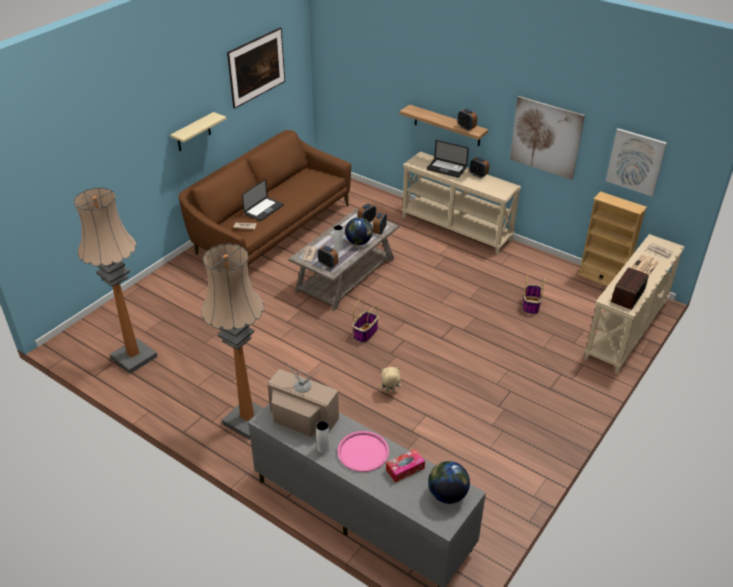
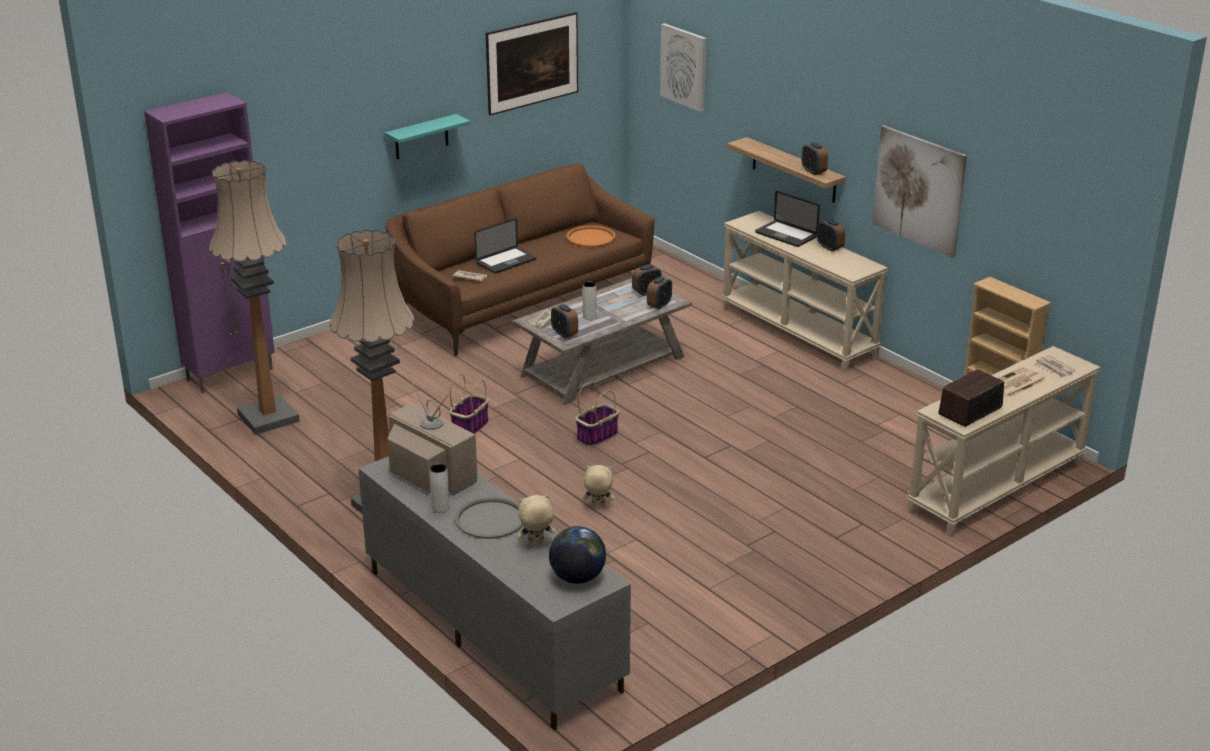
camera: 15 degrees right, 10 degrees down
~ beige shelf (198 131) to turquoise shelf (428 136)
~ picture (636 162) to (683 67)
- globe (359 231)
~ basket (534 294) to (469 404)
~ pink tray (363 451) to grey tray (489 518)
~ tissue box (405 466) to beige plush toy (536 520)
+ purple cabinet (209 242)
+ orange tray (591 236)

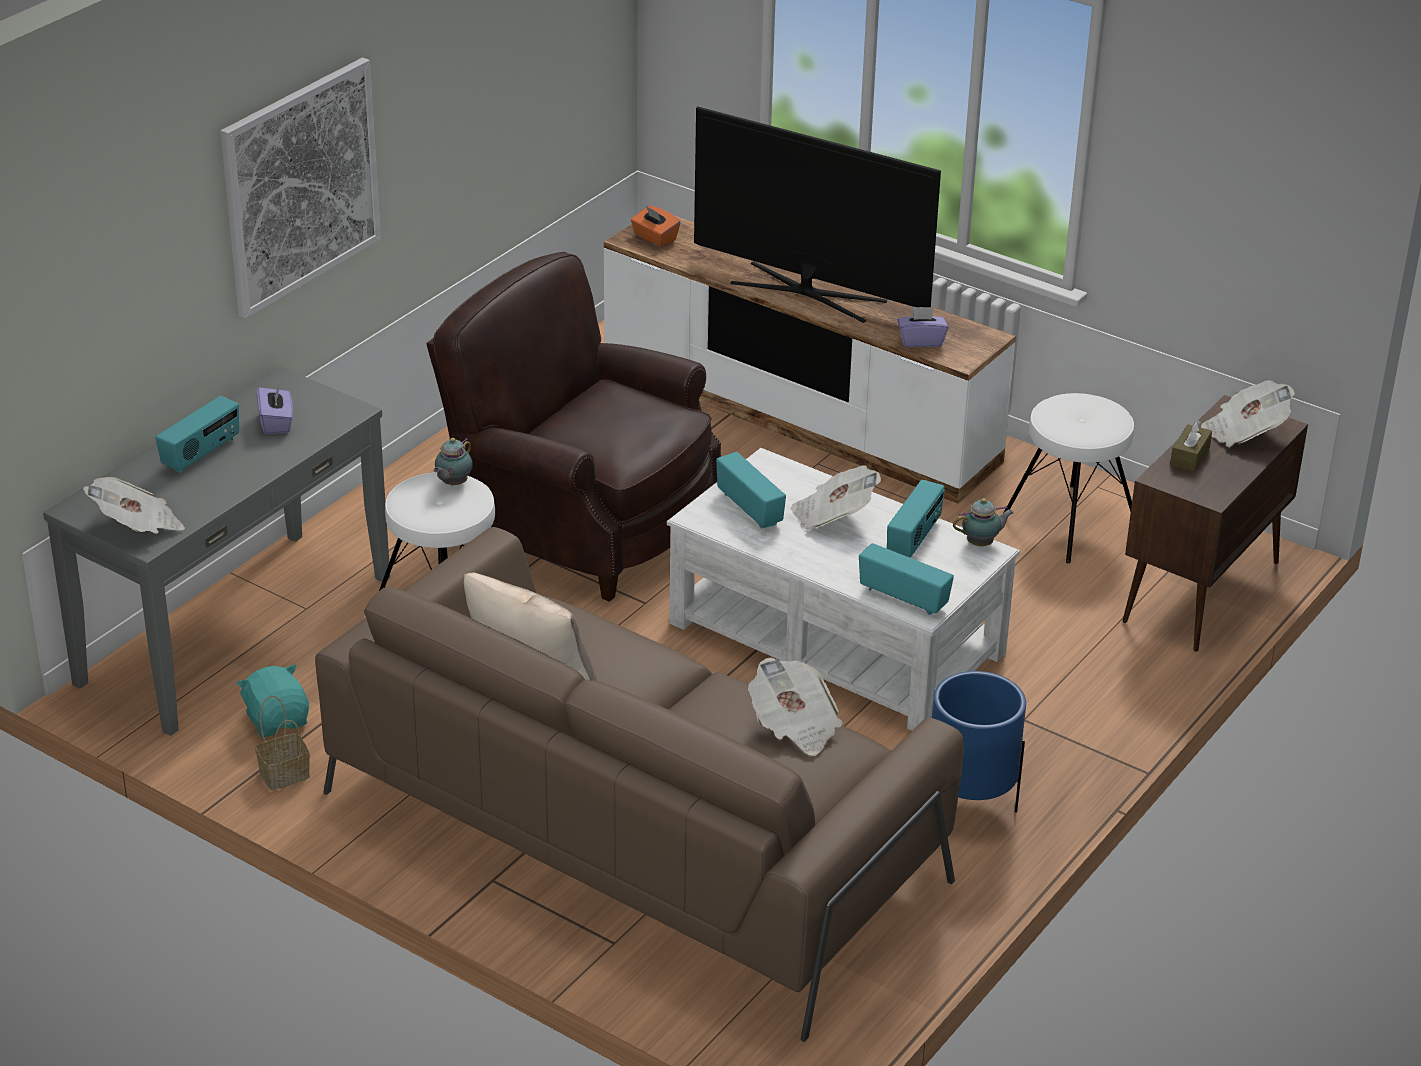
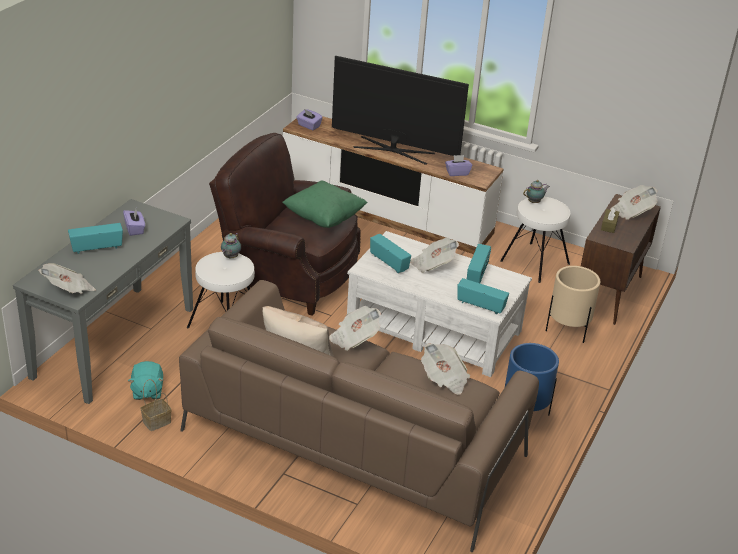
camera: 10 degrees left, 0 degrees up
- picture (300 187)
~ orange tissue box (655 226) to purple tissue box (309 119)
~ radio (197 435) = (95 238) 135 degrees counterclockwise
~ teapot (983 522) to (536 191)
~ turquoise plush toy (272 701) = (145 380) 150 degrees counterclockwise
+ green pillow (325 204)
+ beige planter (573 304)
+ newspaper (355 328)

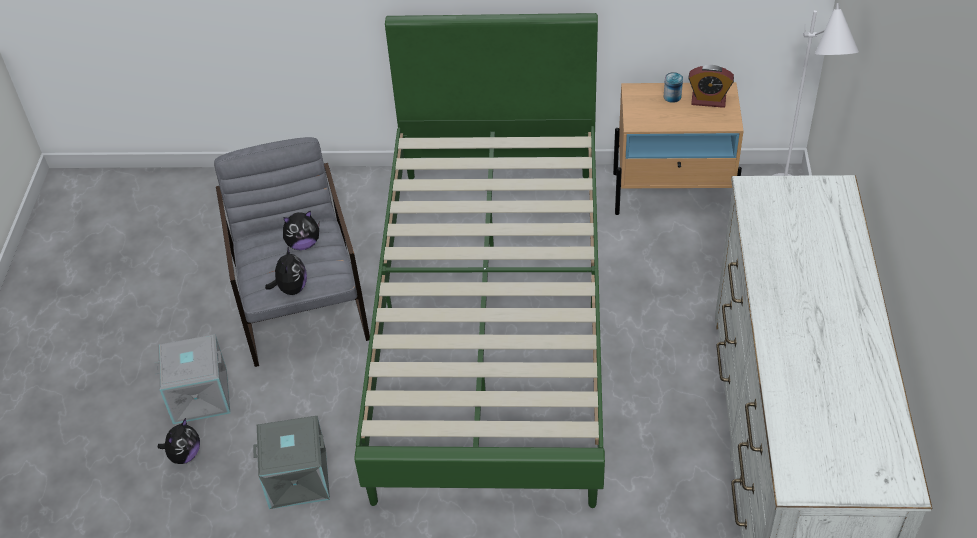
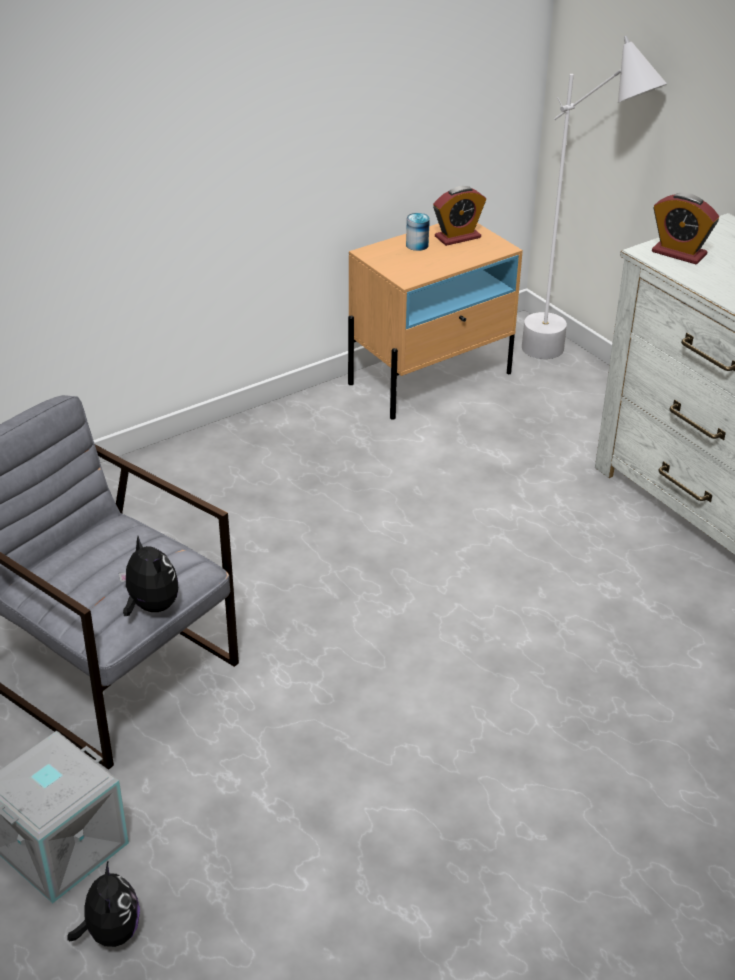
camera: 40 degrees left, 10 degrees down
- green bed (479 260)
- plush toy (301 230)
- grey storage box (291 462)
+ alarm clock (685 228)

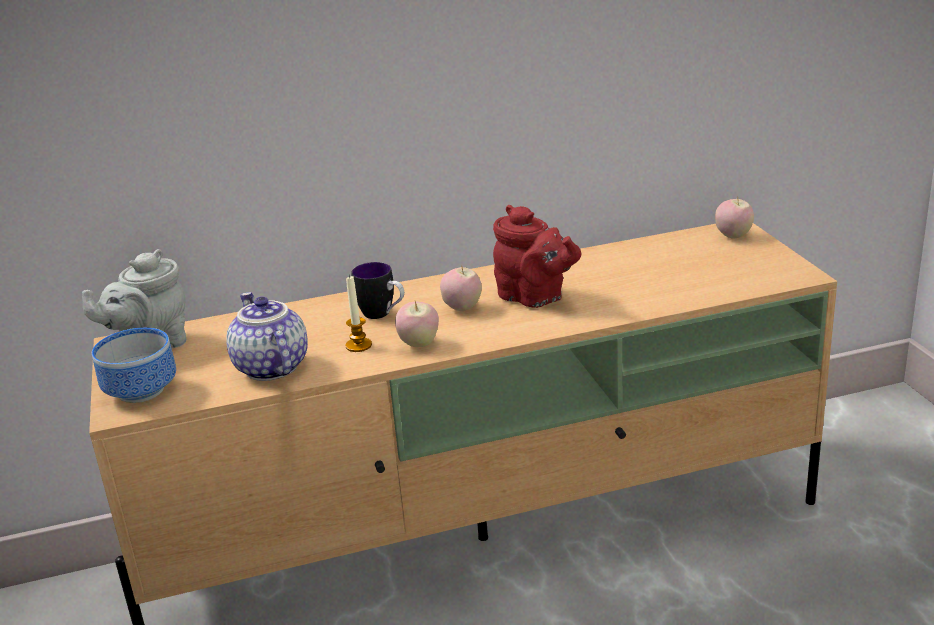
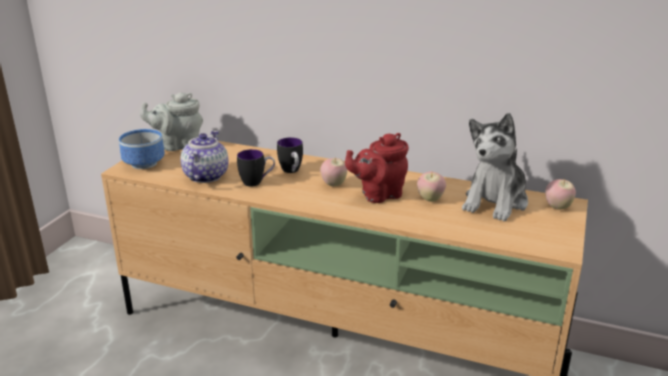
camera: 35 degrees right, 0 degrees up
~ red teapot (537 256) = (377 168) 75 degrees clockwise
~ candle (359 313) to mug (256 168)
~ apple (417 324) to (431 187)
+ plush toy (495 167)

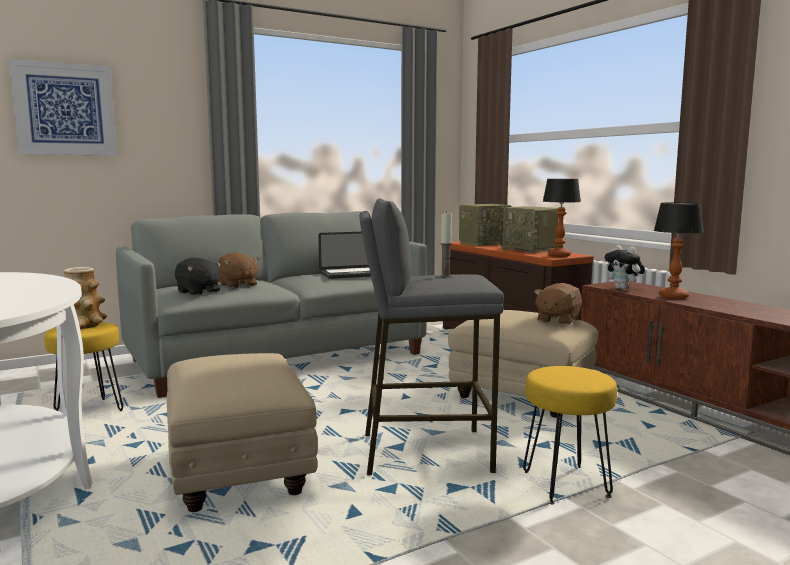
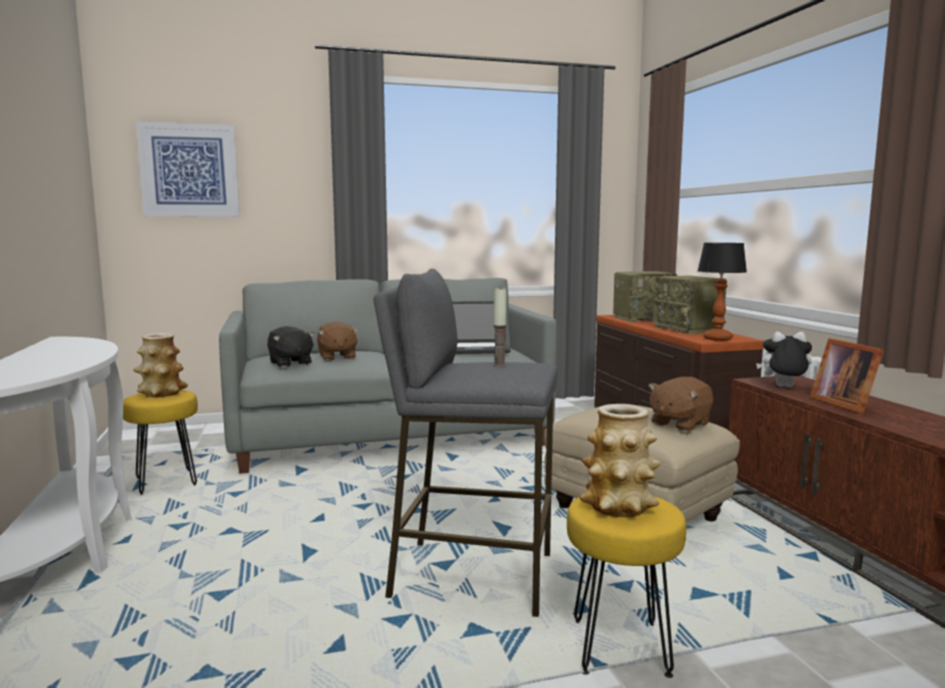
camera: 15 degrees right, 0 degrees up
~ table lamp (679 250) to picture frame (847 376)
~ plush toy (625 267) = (784 359) 120 degrees clockwise
- beige ottoman (242 432)
+ vase (620 460)

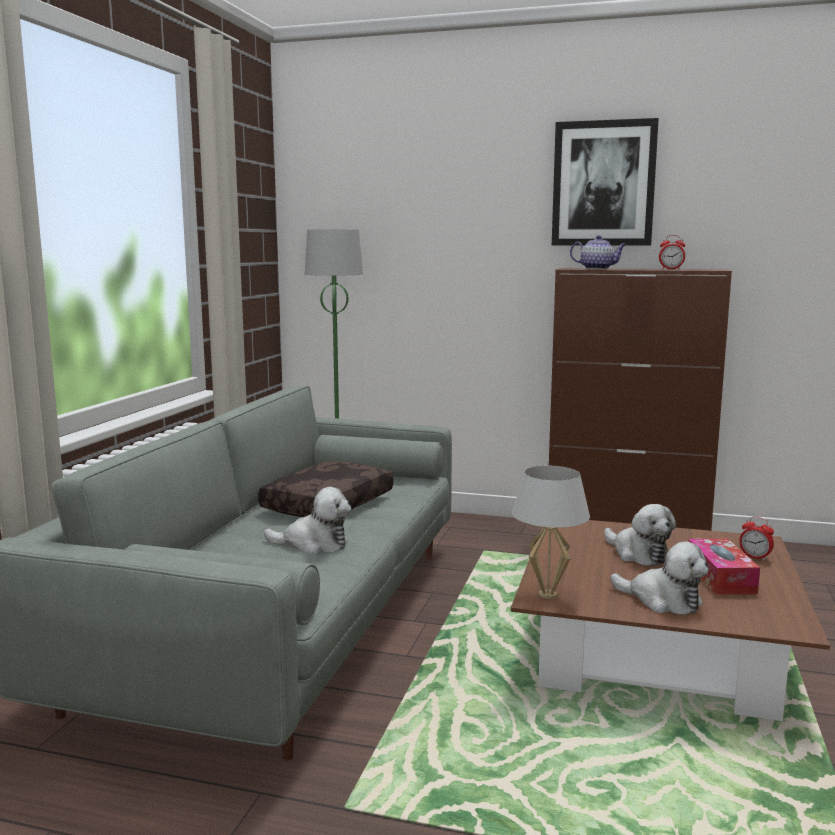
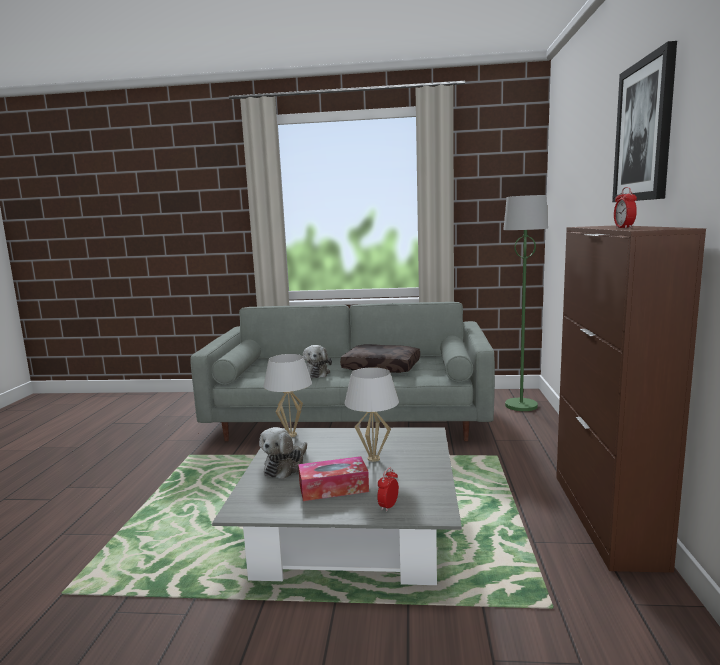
camera: 80 degrees right, 0 degrees up
- teapot (598 252)
~ plush toy (640 535) to white table lamp (371 414)
~ brown coffee table (670 620) to grey coffee table (337 506)

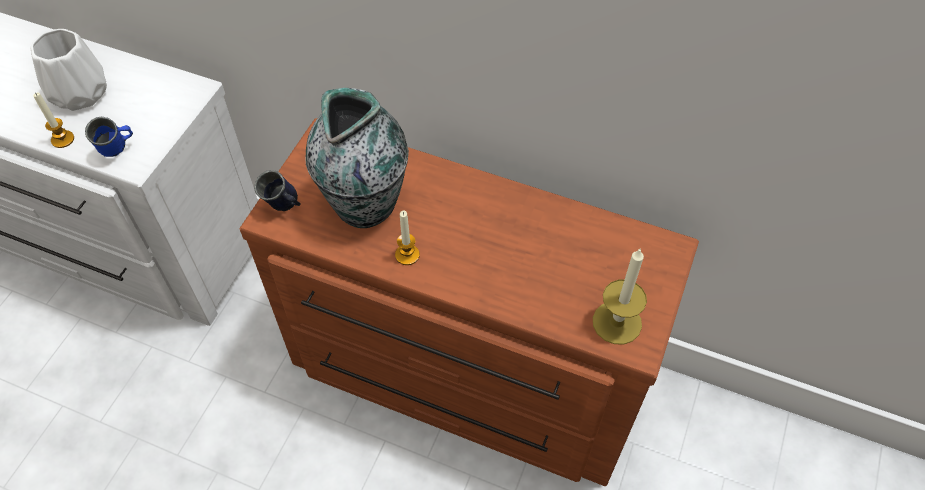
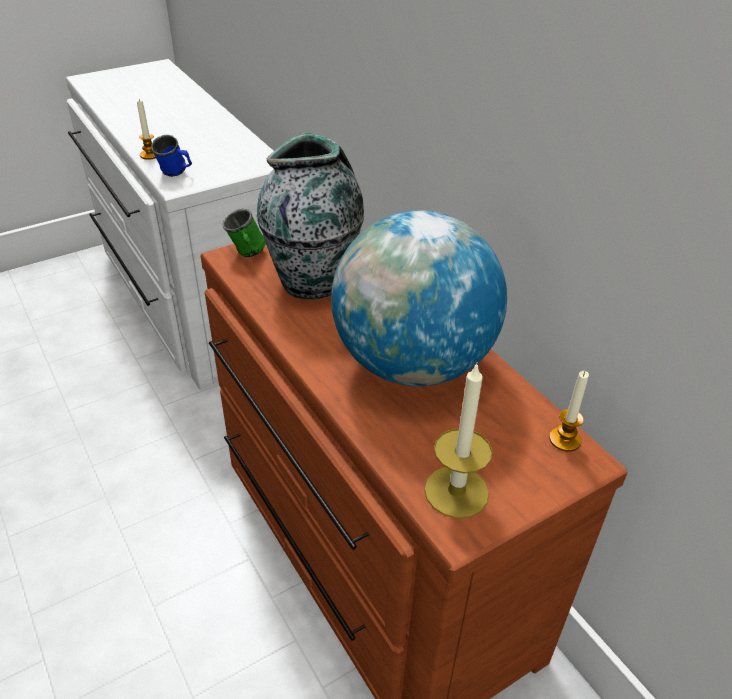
camera: 35 degrees right, 15 degrees down
- white vase (68 70)
~ blue mug (277 190) to green mug (244 233)
~ candle (407 237) to (569 411)
+ globe (419 298)

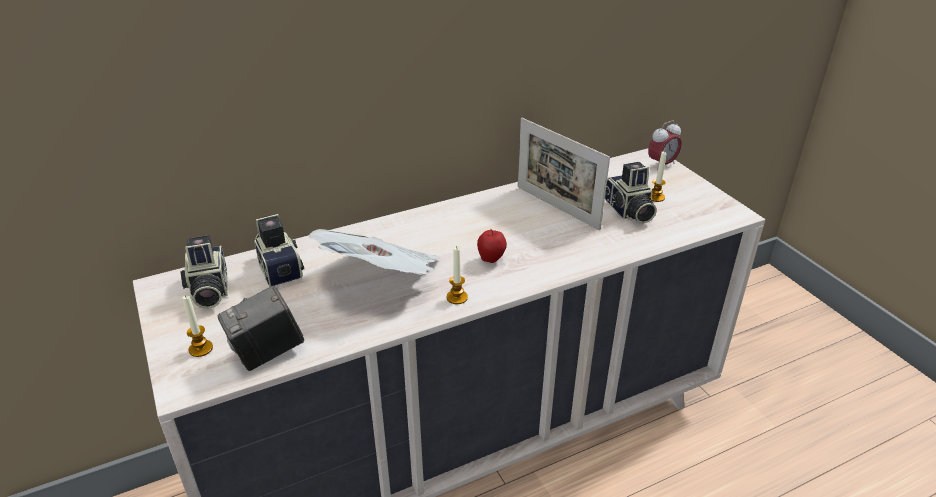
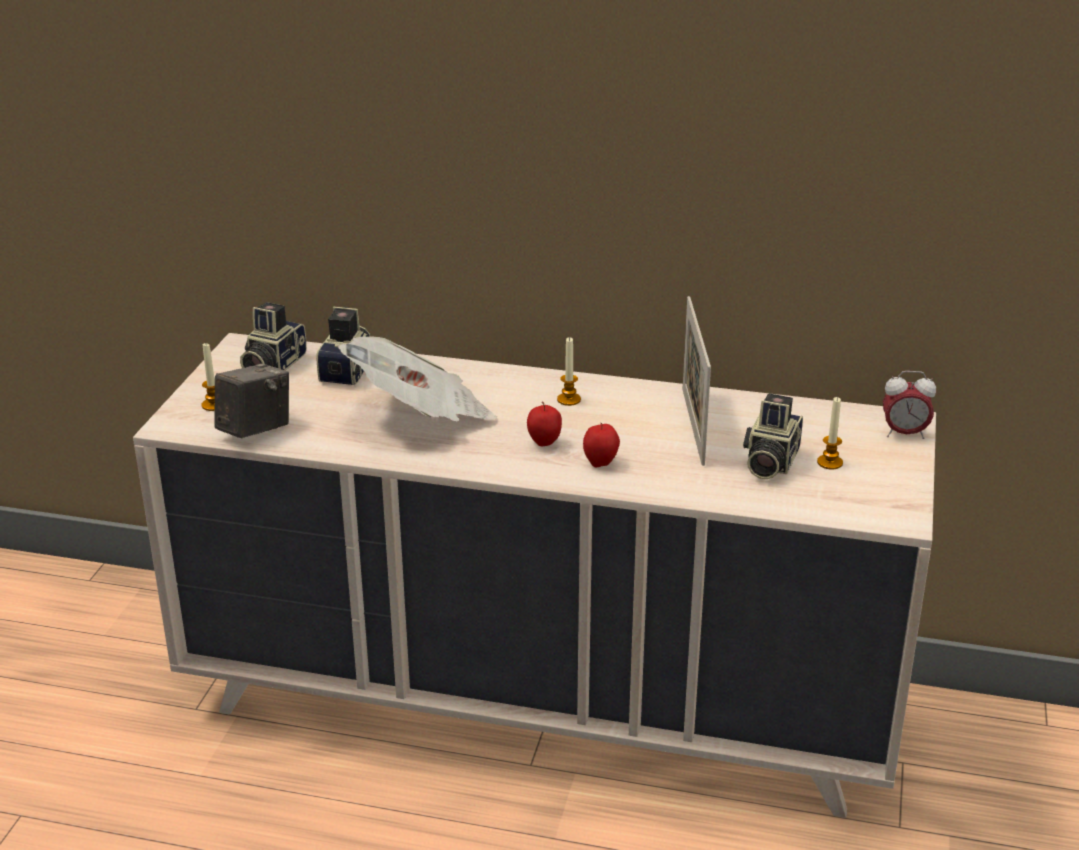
camera: 40 degrees right, 5 degrees down
~ candle (457 275) to (569 371)
~ photo camera (261 328) = (251 401) 120 degrees clockwise
+ apple (601 445)

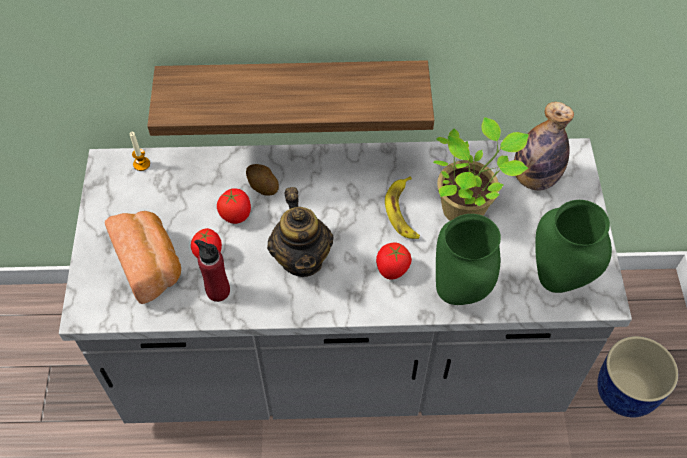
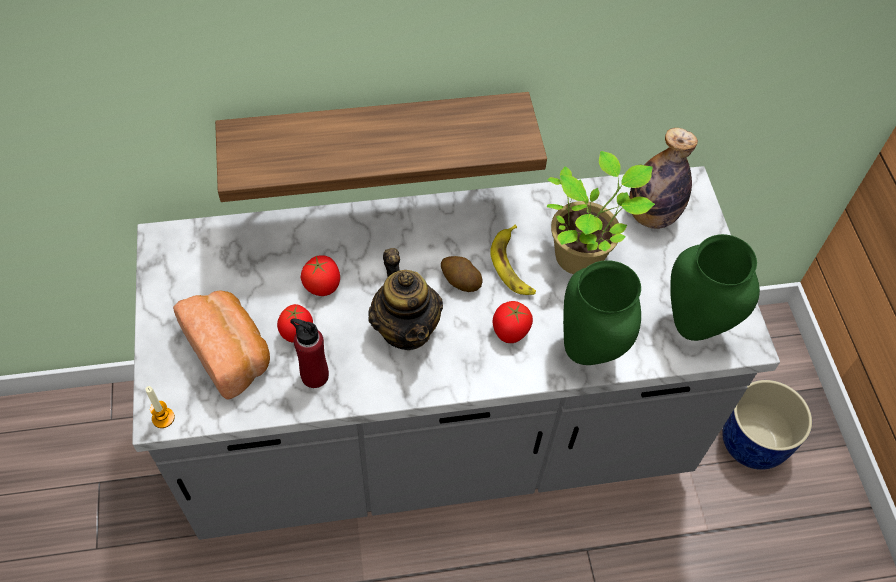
camera: 10 degrees left, 0 degrees up
~ candle (140 151) to (160 407)
~ potato (262 180) to (462 274)

